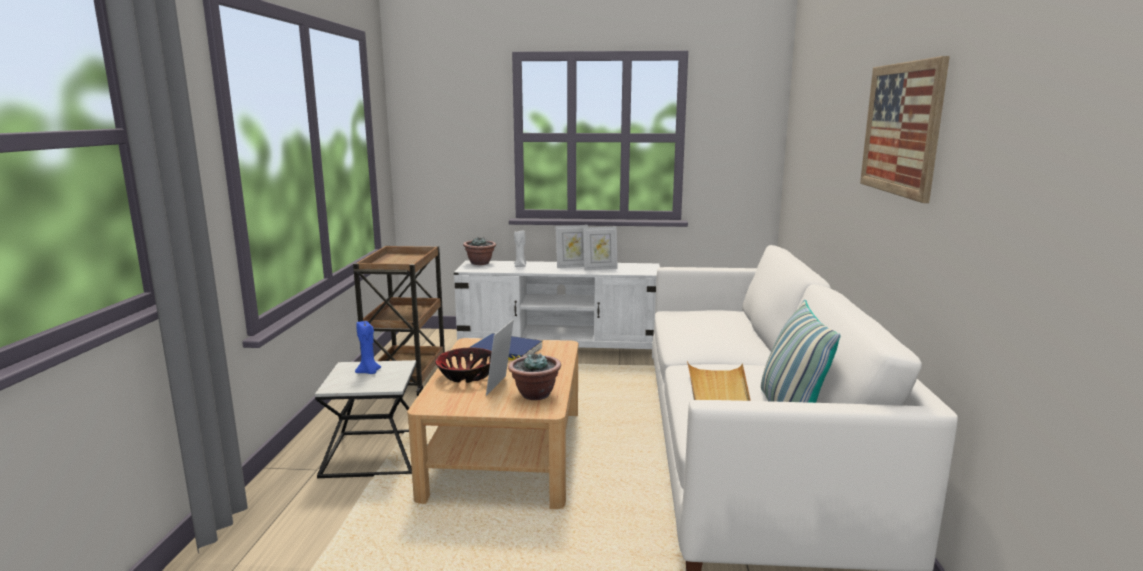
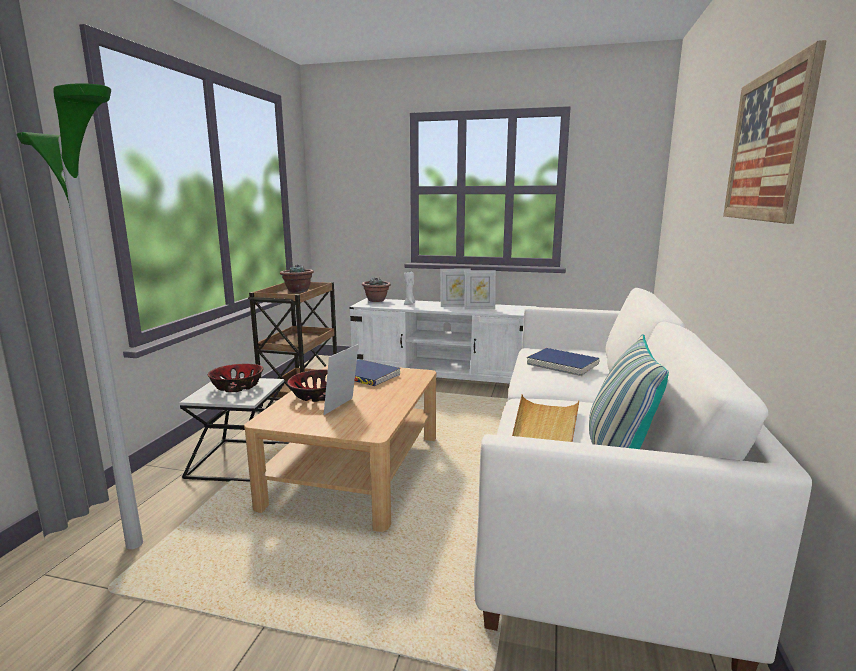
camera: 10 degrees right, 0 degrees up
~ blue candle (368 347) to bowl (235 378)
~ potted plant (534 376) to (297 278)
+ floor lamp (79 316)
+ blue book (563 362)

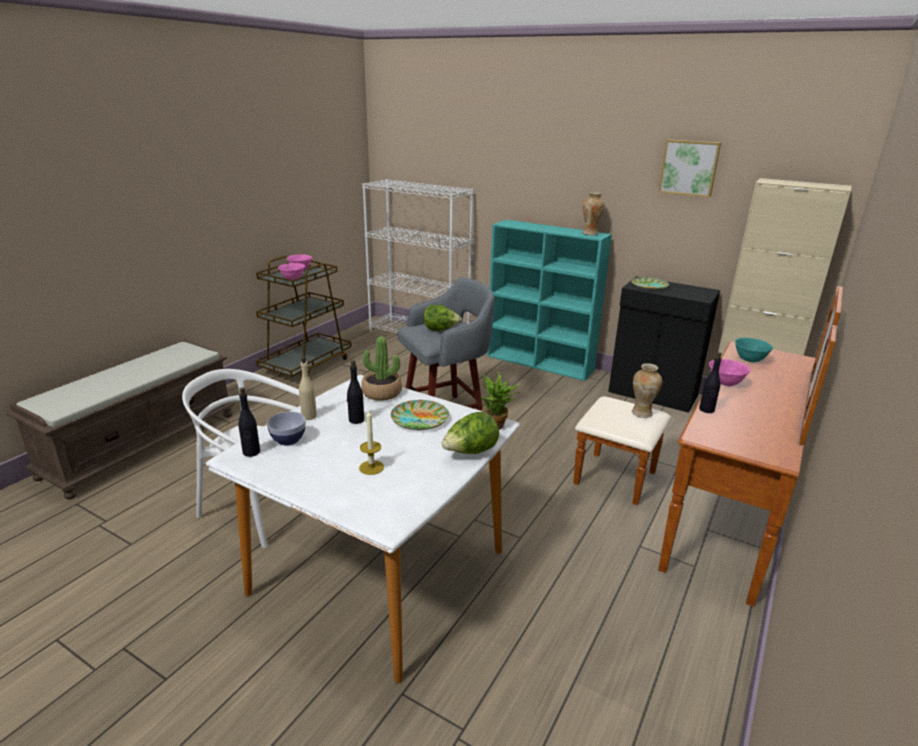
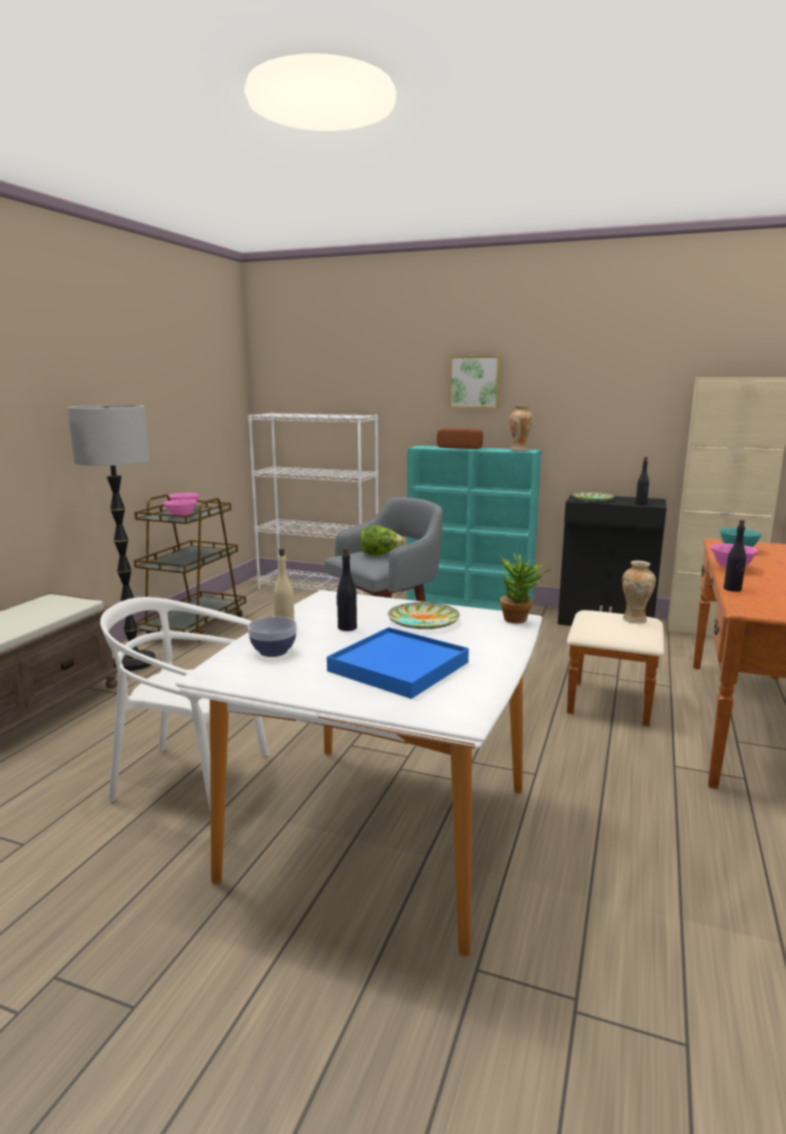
camera: 10 degrees left, 10 degrees down
~ picture (689 169) to (475 382)
- potted plant (381 368)
~ black bottle (249 422) to (642 481)
~ candle (371 442) to blue tray (398 663)
- lettuce (470 433)
+ floor lamp (111 538)
+ bread (460 438)

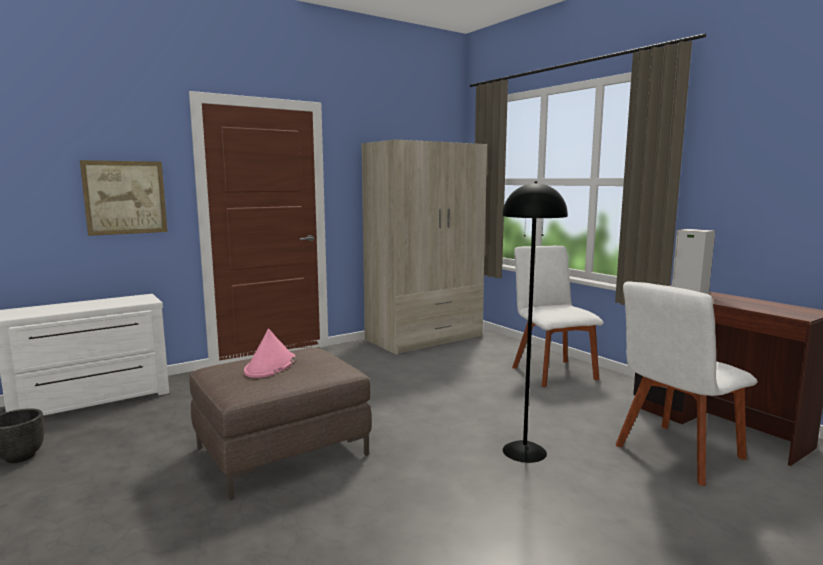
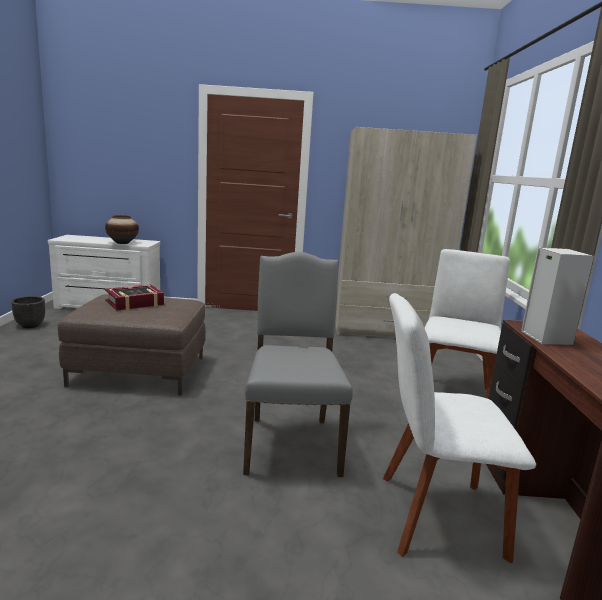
camera: 35 degrees right, 5 degrees up
- picture (124 198)
~ black floor lamp (535 322) to grey chair (298 364)
~ pink hat (270 353) to book (134 297)
+ vase (122 229)

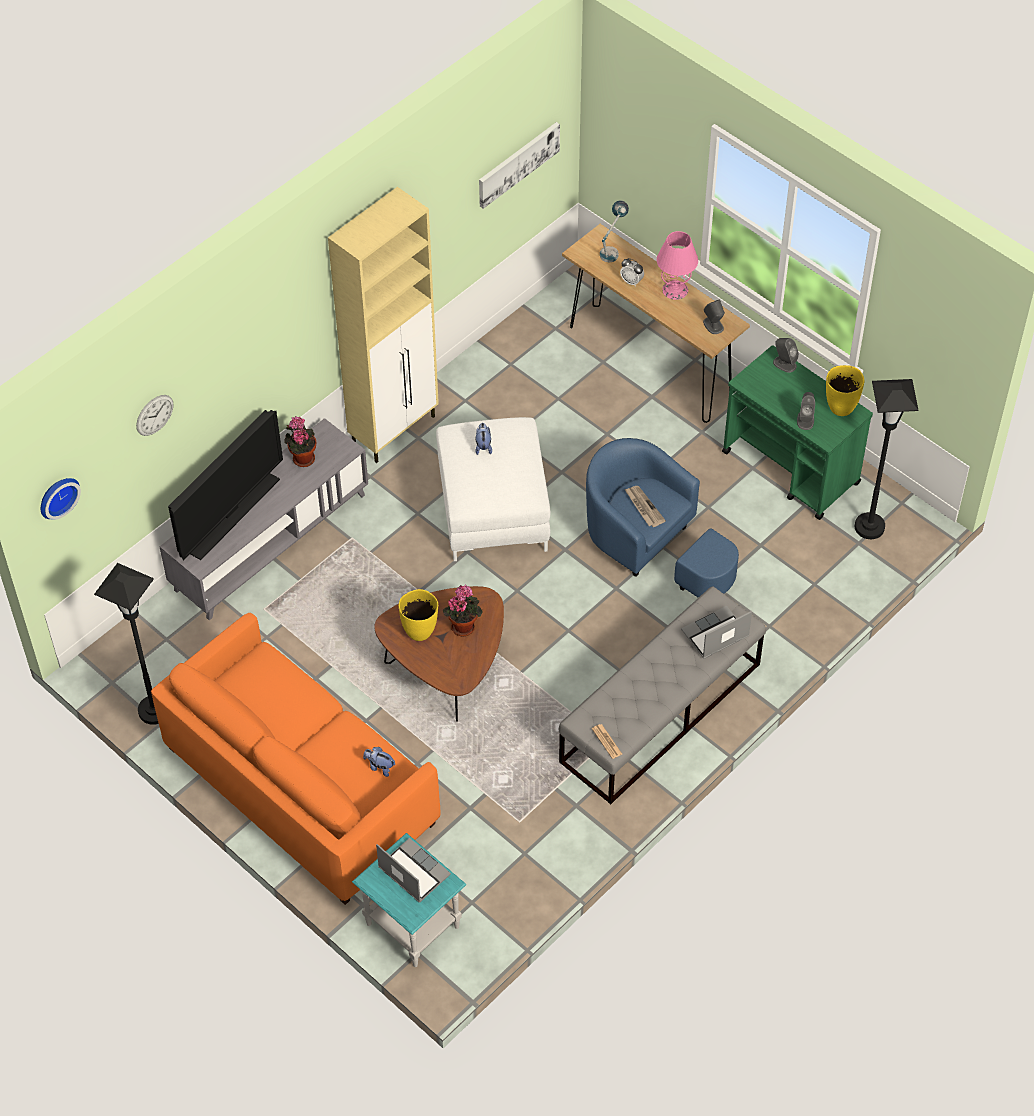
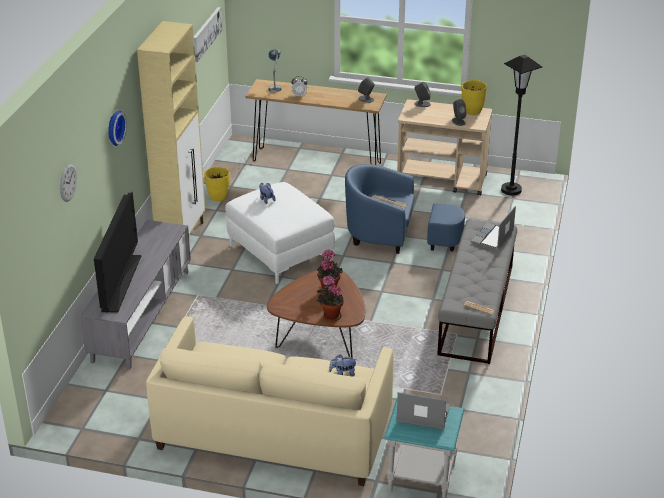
camera: 30 degrees left, 20 degrees down
- pink table lamp (677 265)
~ green cart (797 432) to beige cart (445 147)
~ potted plant (300 441) to (330 298)
~ wall clock (61 499) to (117 128)
- black floor lamp (126 644)
~ yellow vase (418 615) to (216 184)
~ orange sofa (296 759) to beige sofa (269 401)

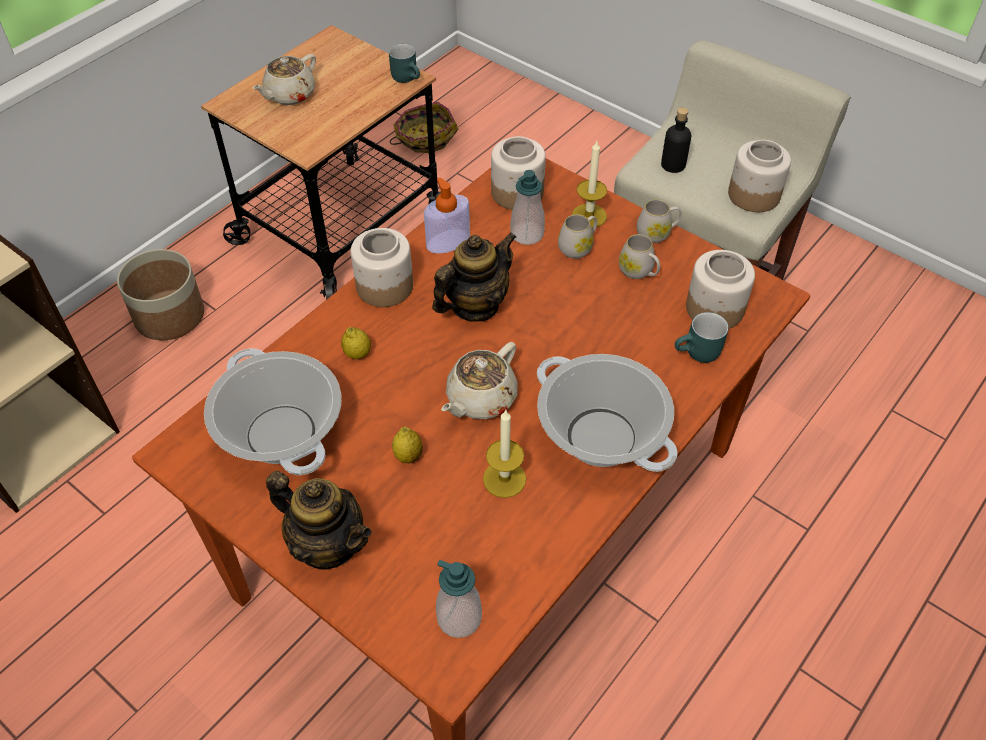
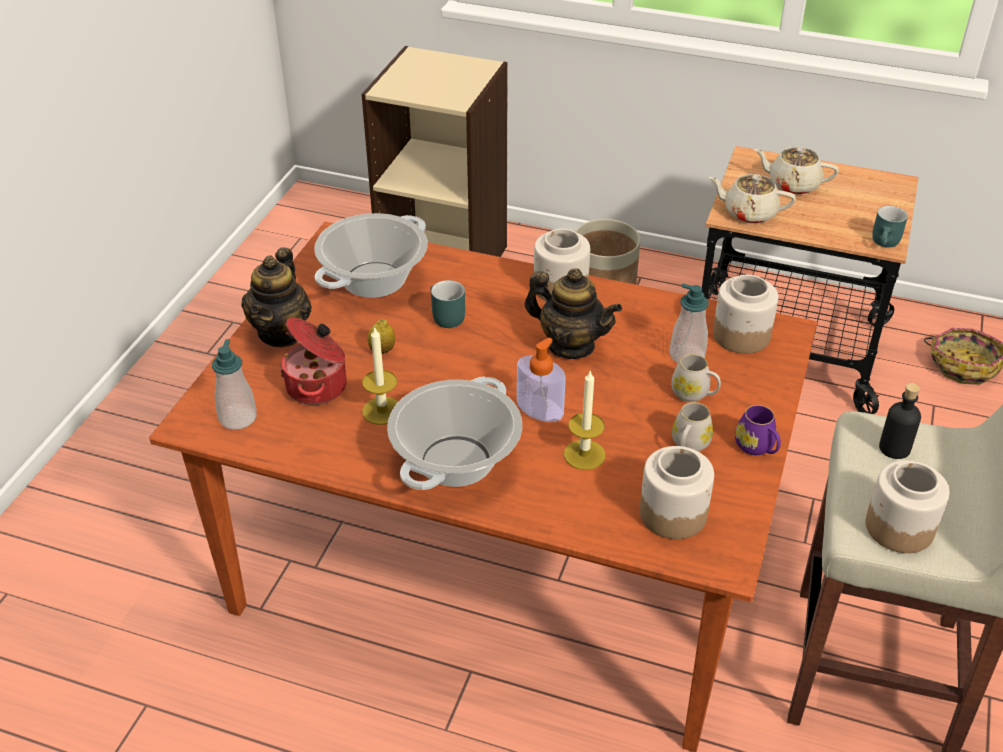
camera: 70 degrees right, 10 degrees down
~ candle (589 184) to (584 419)
~ soap dispenser (447 216) to (541 380)
~ white mug (659 221) to purple mug (758 430)
~ turquoise mug (702 337) to (447 304)
- lemon (356 343)
~ beige teapot (479 380) to (752 199)
+ cooking pot (313 361)

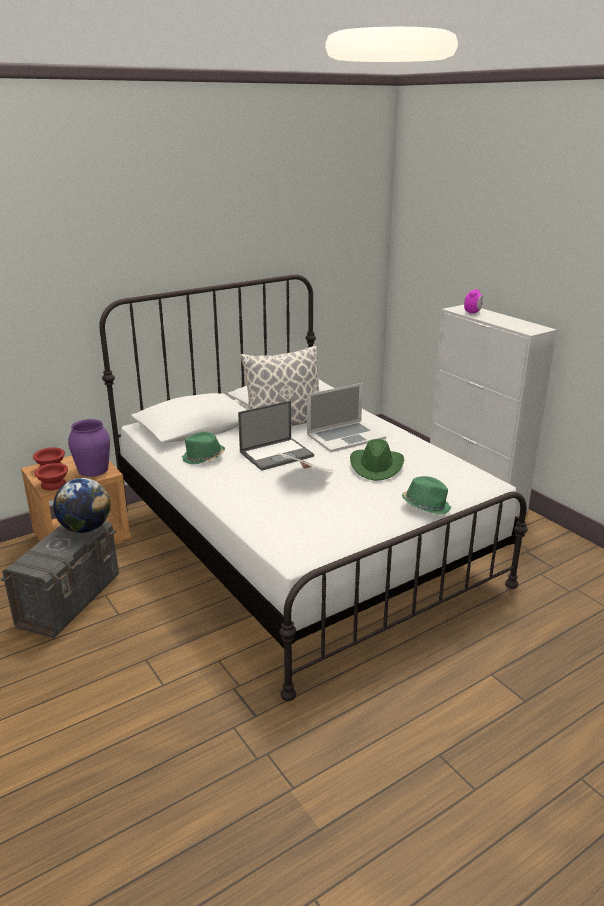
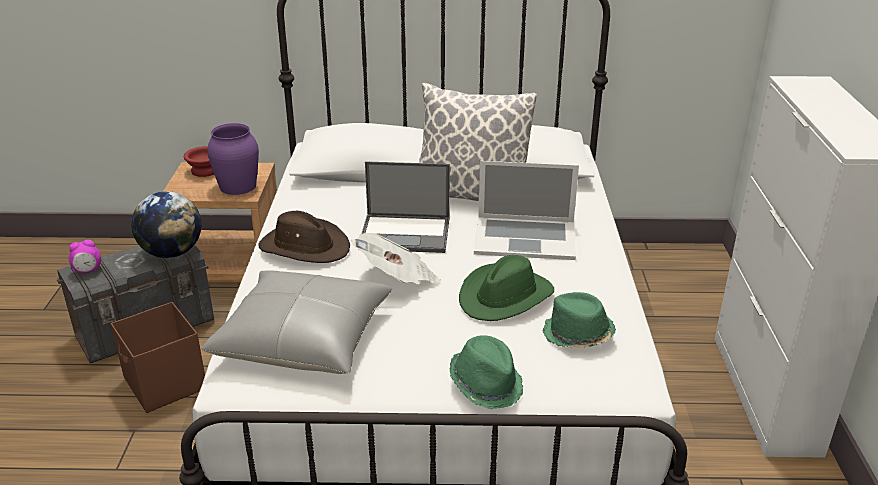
camera: 35 degrees right, 5 degrees up
~ alarm clock (473 301) to (85 256)
~ green hat (203 448) to (579 320)
- red bowl (51 476)
+ brown hat (304 237)
+ grey pillow (297 322)
+ brown storage box (158 357)

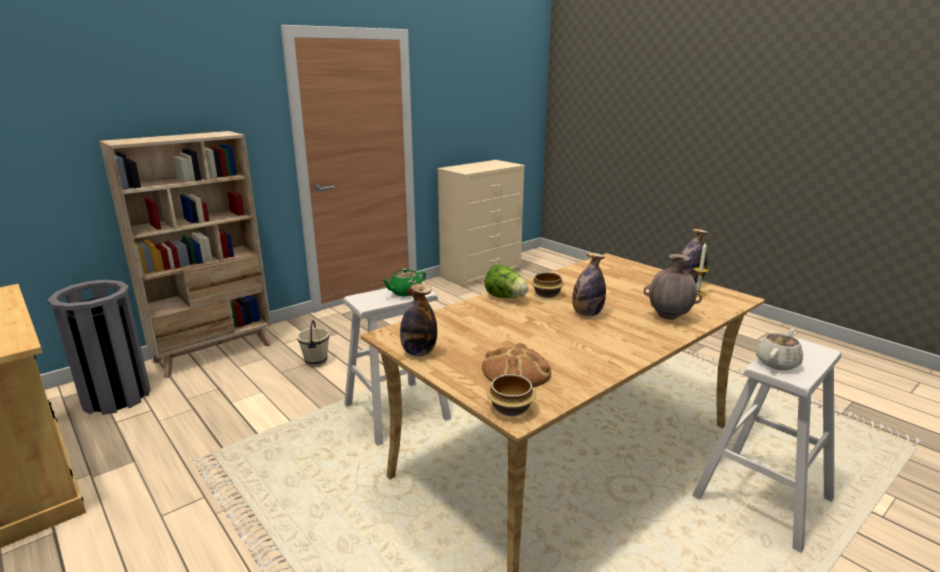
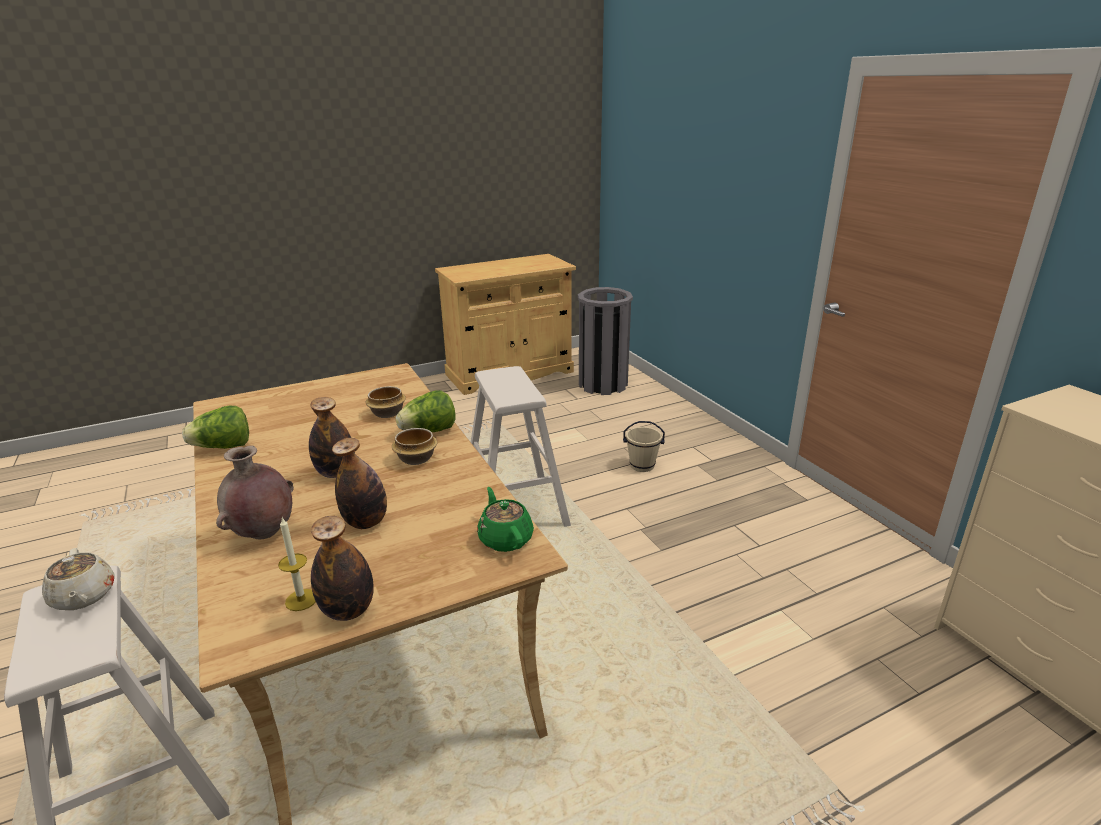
camera: 105 degrees right, 5 degrees up
- beige bookcase (185 254)
~ green teapot (404 282) to (505 519)
~ bottle (418 320) to (359 483)
- bread (516 365)
~ bowl (511 395) to (386 402)
+ lettuce (215 427)

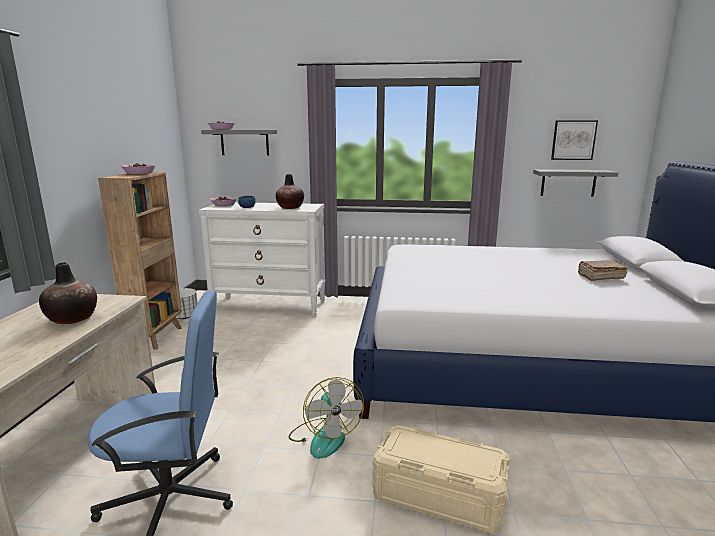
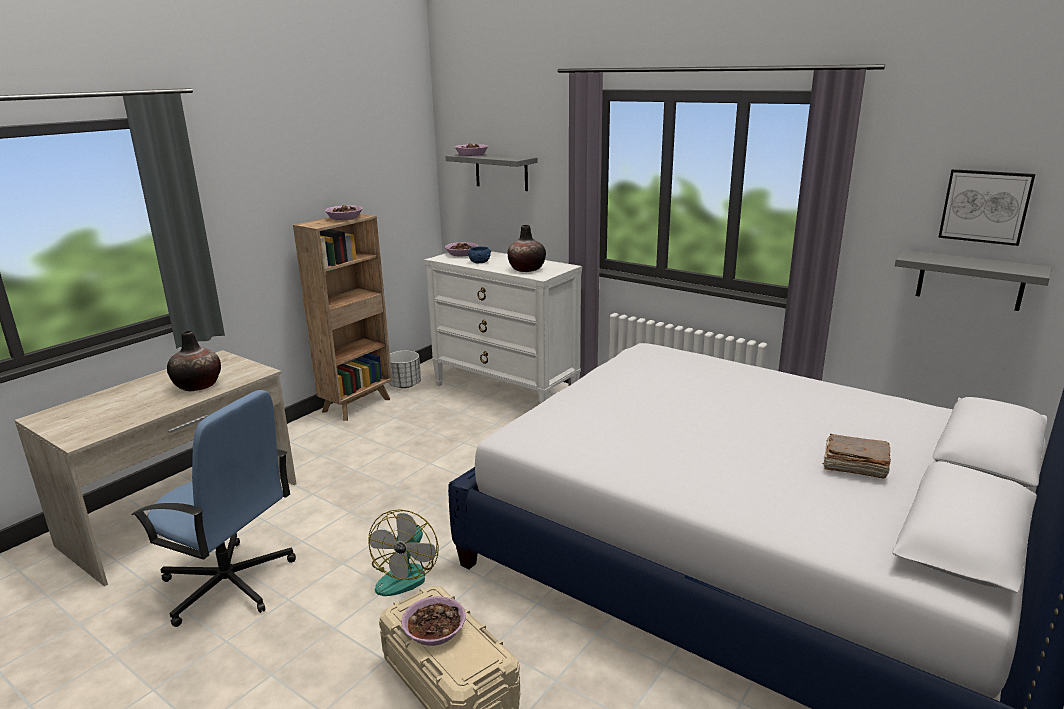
camera: 30 degrees right, 5 degrees up
+ bowl (433 621)

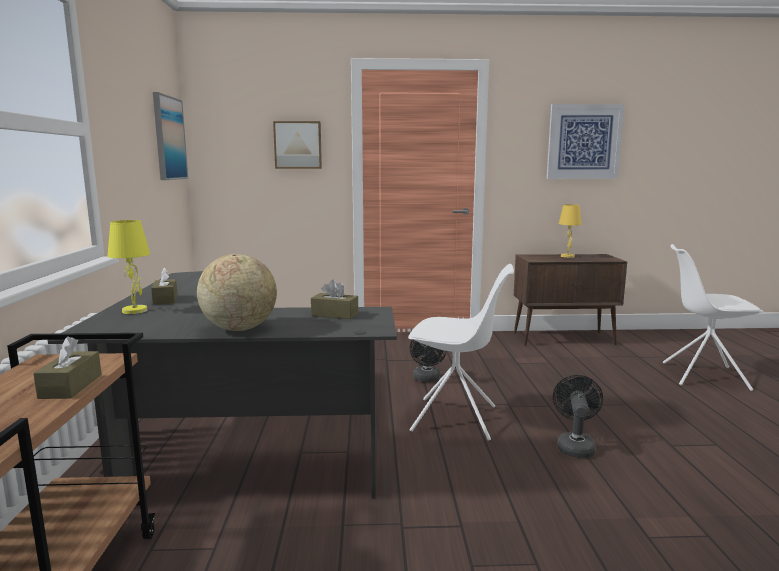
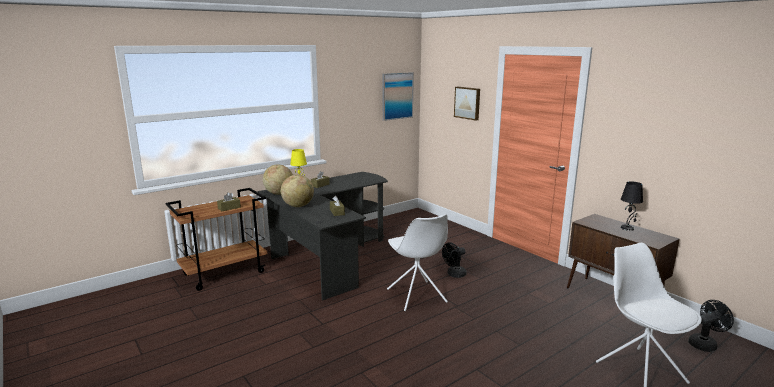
camera: 55 degrees right, 5 degrees up
- picture (586 141)
~ yellow table lamp (570 231) to black table lamp (632 206)
~ black fan (578 416) to (711 326)
+ globe (278 179)

